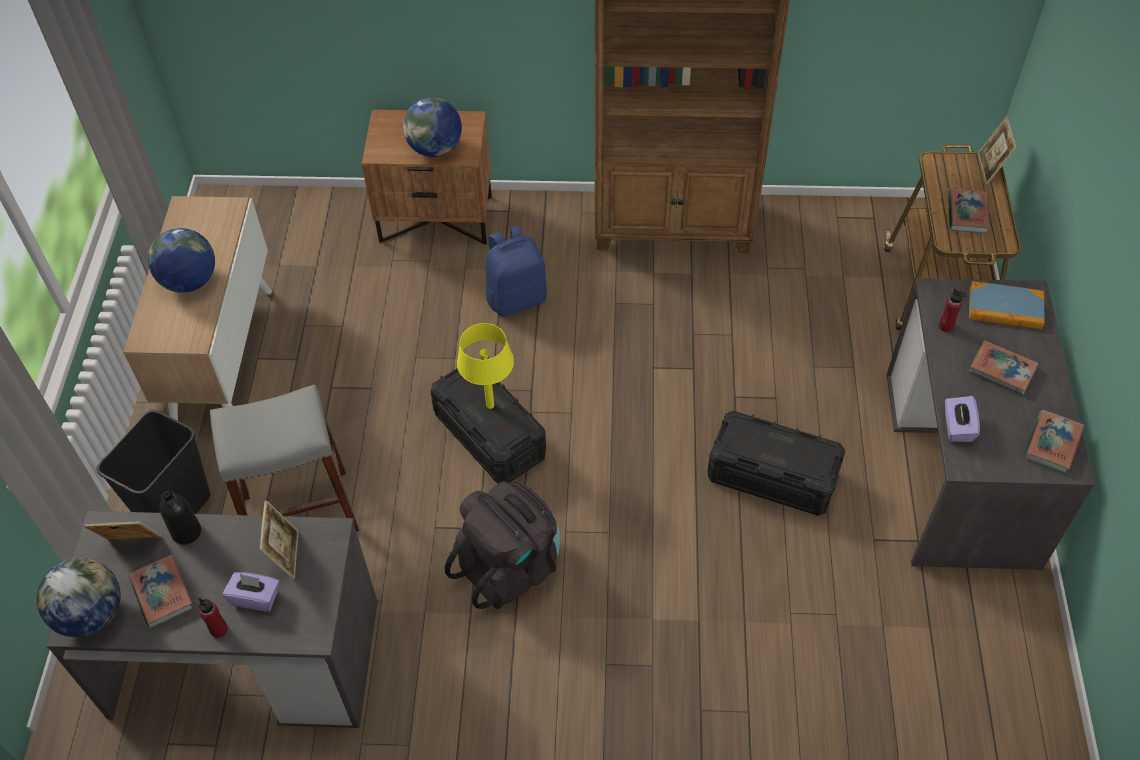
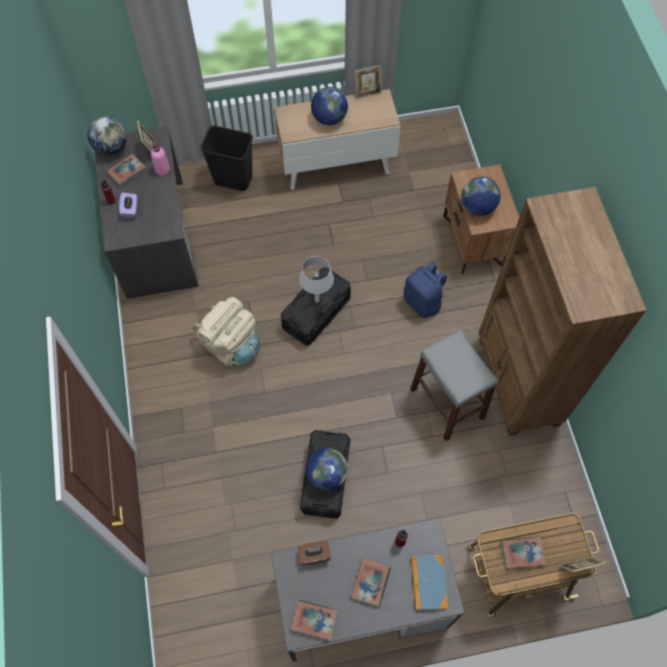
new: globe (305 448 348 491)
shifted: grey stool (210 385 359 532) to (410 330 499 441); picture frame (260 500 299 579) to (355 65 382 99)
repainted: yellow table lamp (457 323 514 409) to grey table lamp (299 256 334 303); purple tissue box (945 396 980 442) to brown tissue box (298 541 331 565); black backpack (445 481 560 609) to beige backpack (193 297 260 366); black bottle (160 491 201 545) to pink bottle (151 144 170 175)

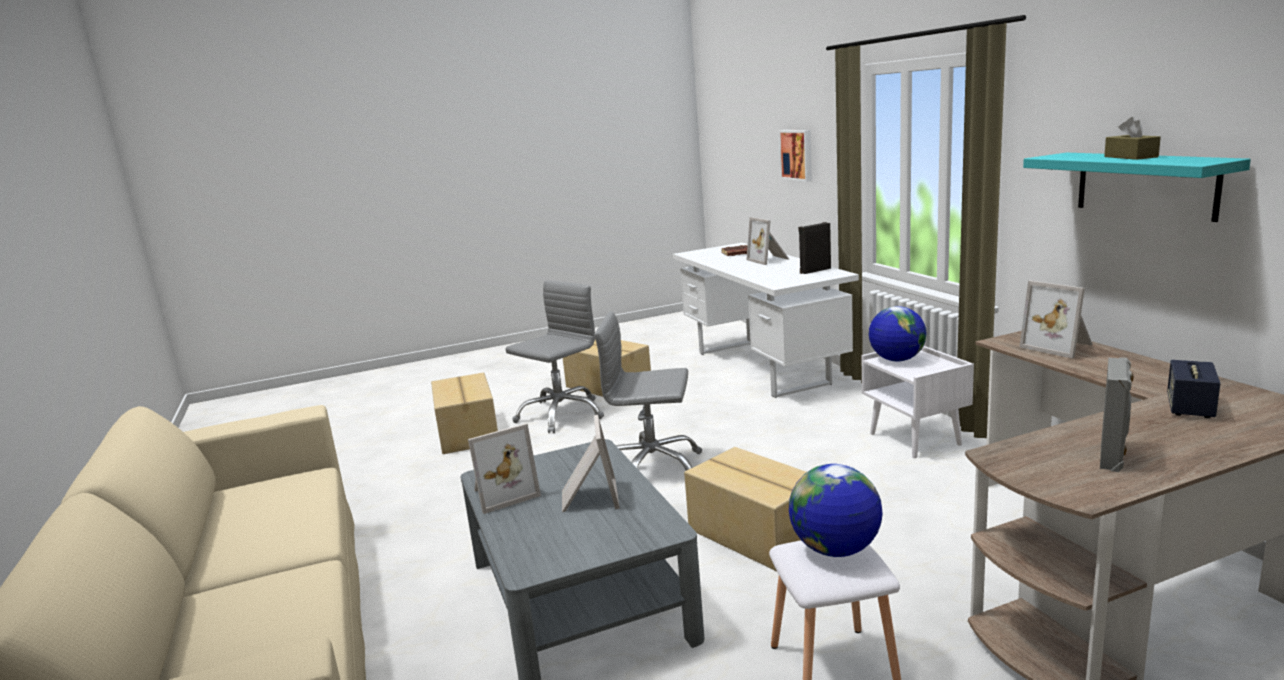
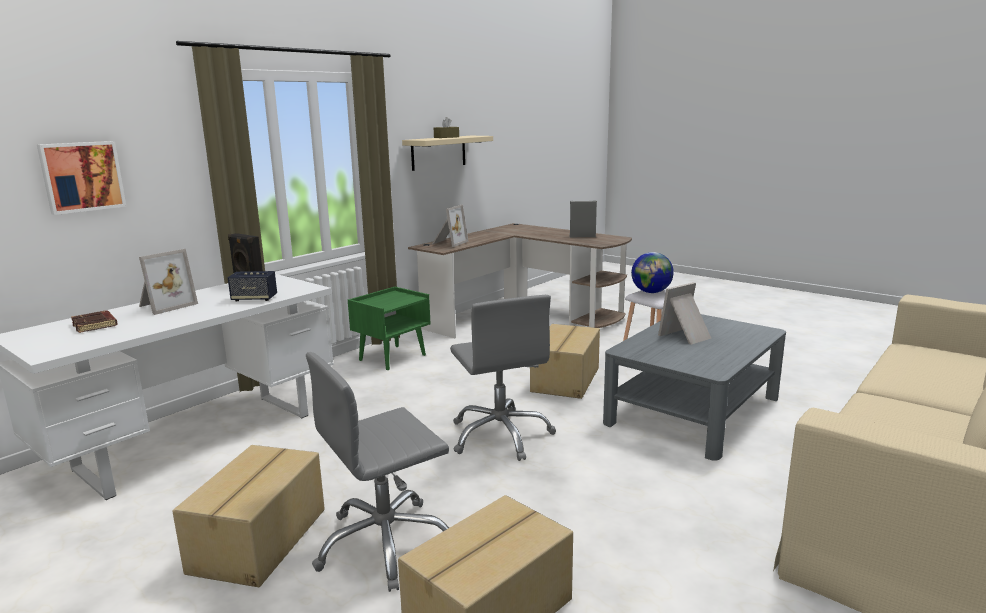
gone: globe (869 306 926 361); picture frame (468 423 541 514)
shifted: speaker (1167 360 1220 418) to (228 271 277 301)
repainted: turquoise shelf (1023 153 1251 222) to beige shelf (402 136 493 171); white nightstand (862 346 974 458) to green nightstand (348 287 430 370)
rotated: grey office chair (506 280 604 433) = (306 352 449 592) 45 degrees counterclockwise

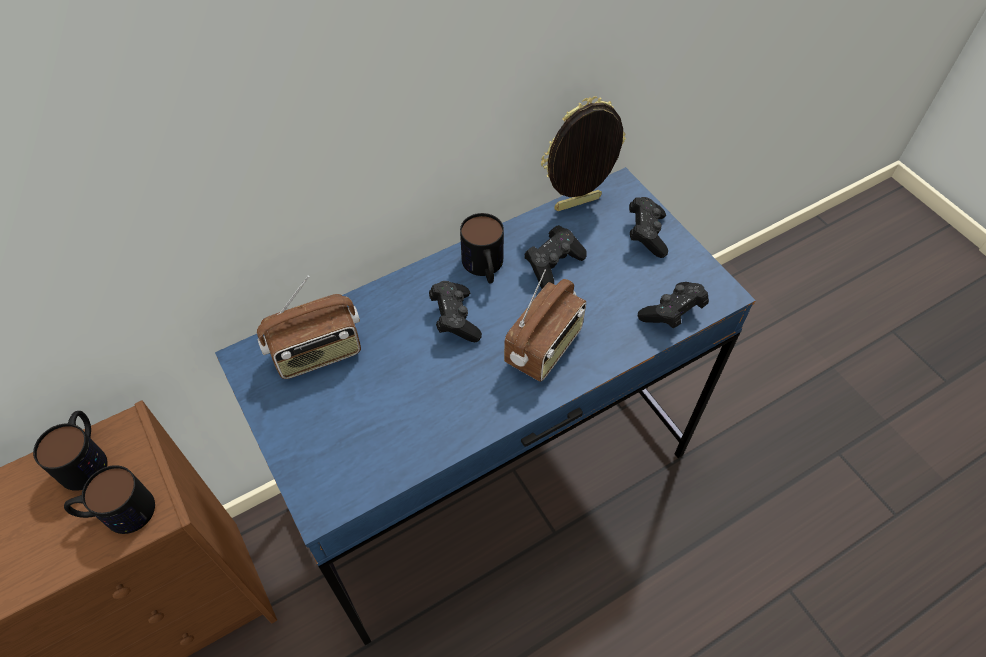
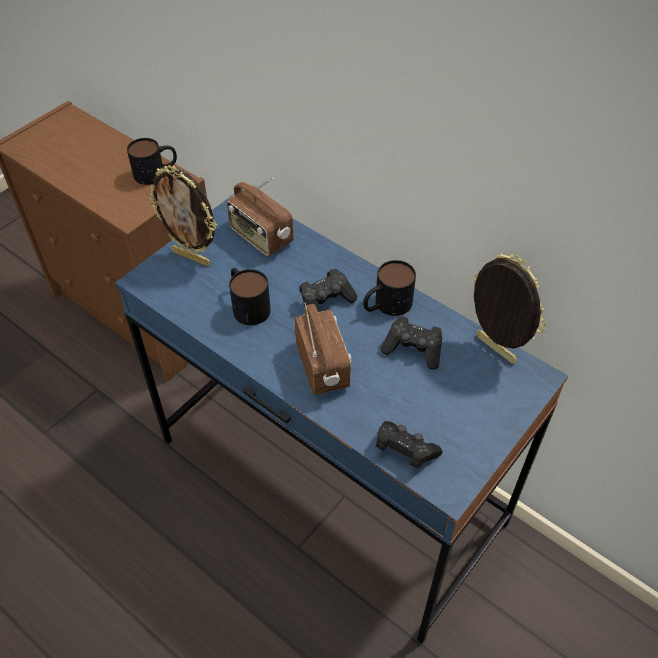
gone: black game controller (629 197 668 258)
new: picture frame (147 165 217 266)
shifted: mug (64 465 155 534) to (229 268 271 325)
rotated: radio (504 269 586 382) = (295 303 352 395) 120 degrees counterclockwise

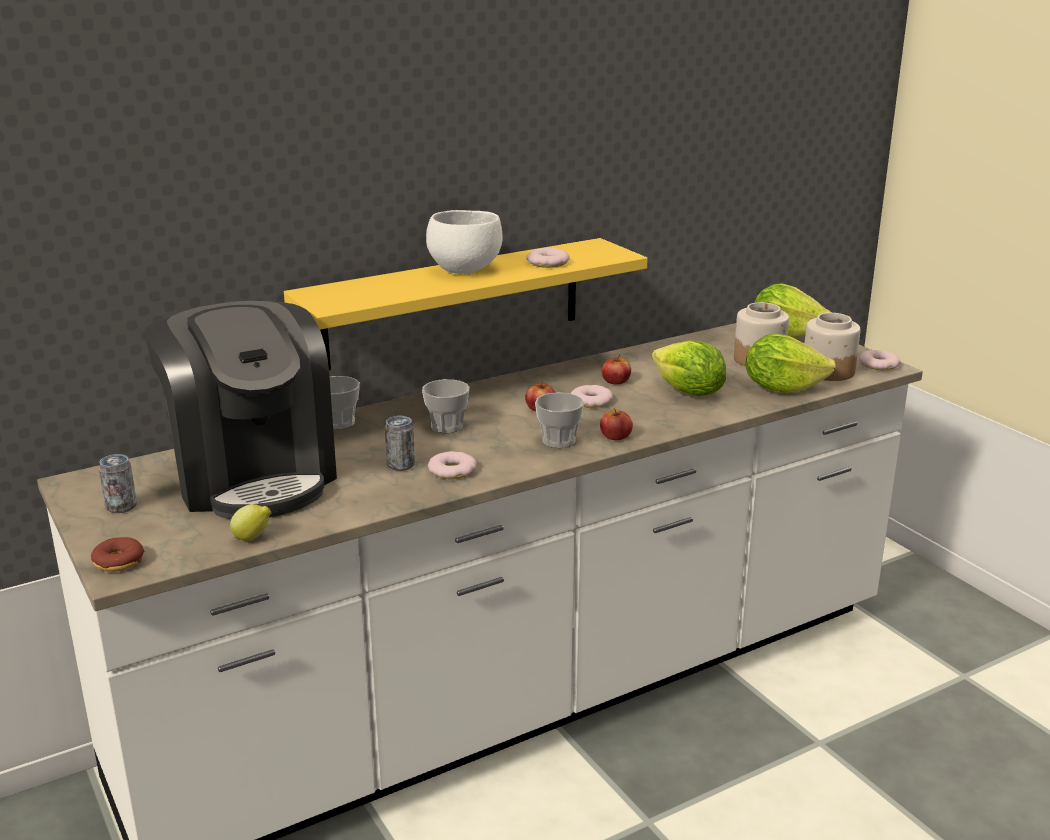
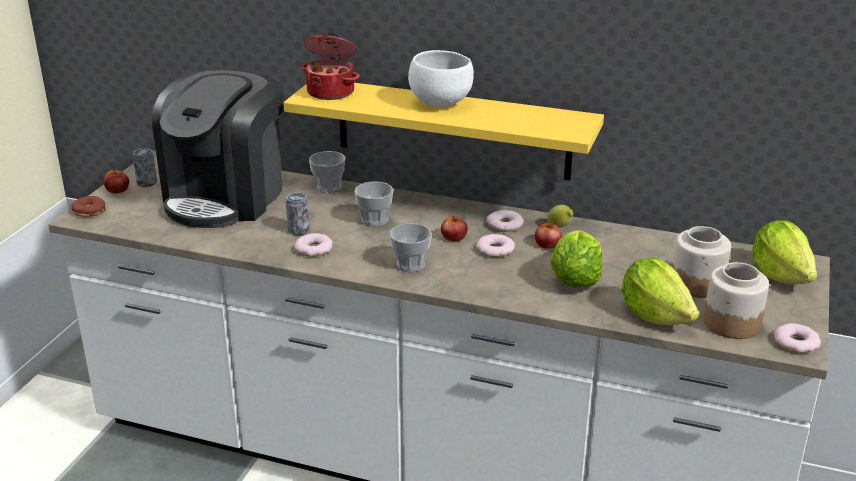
new: cooking pot (301 33 360 100)
shifted: donut (526 248 570 268) to (486 210 524 232); apple (600 408 633 440) to (103 169 129 193); lemon (230 504 271 541) to (548 205 573 228)

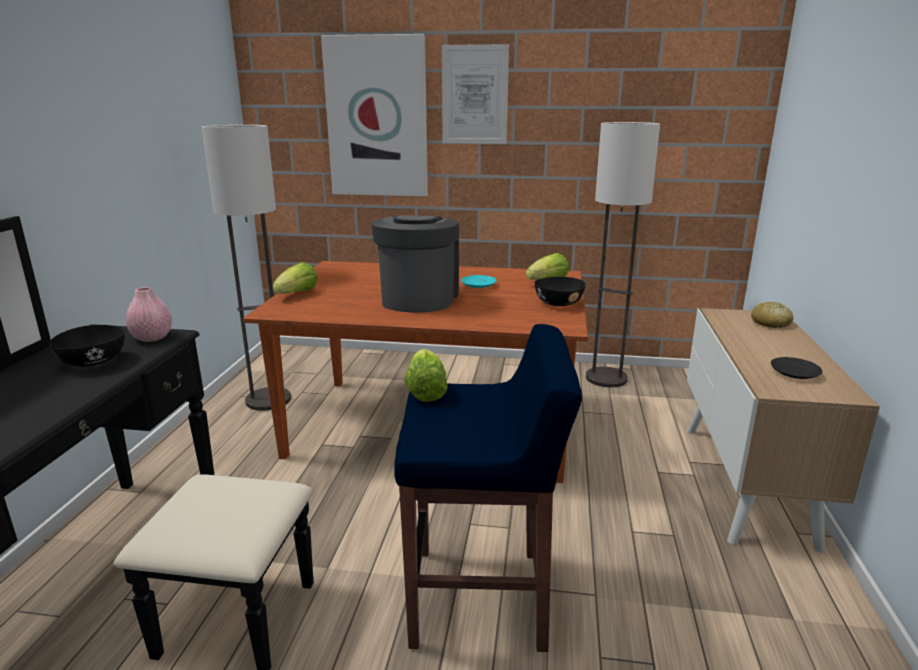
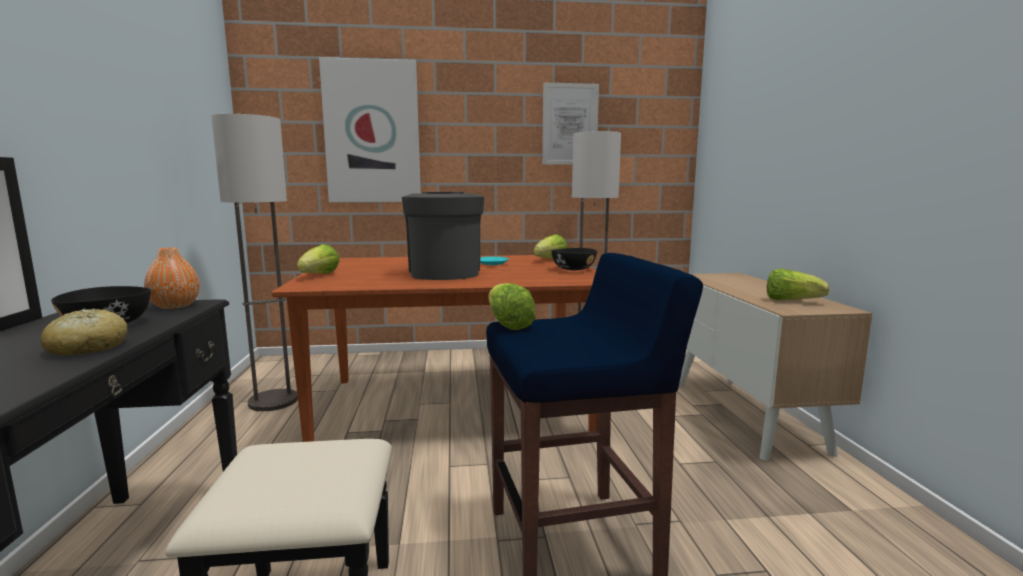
shifted: picture (442 44 509 144) to (542 83 599 165); bread (751 302 794 328) to (40 308 128 356)
swapped: black plate (771 357 823 379) to lettuce (767 268 829 300)
repainted: pink vase (126 287 172 342) to orange vase (144 248 200 309)

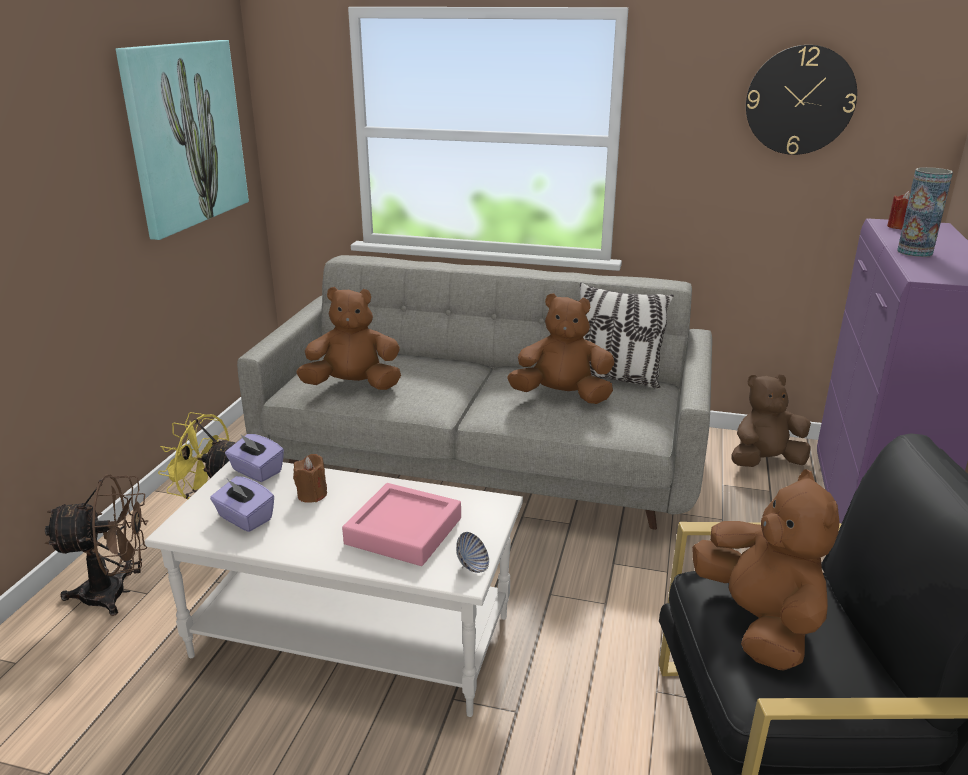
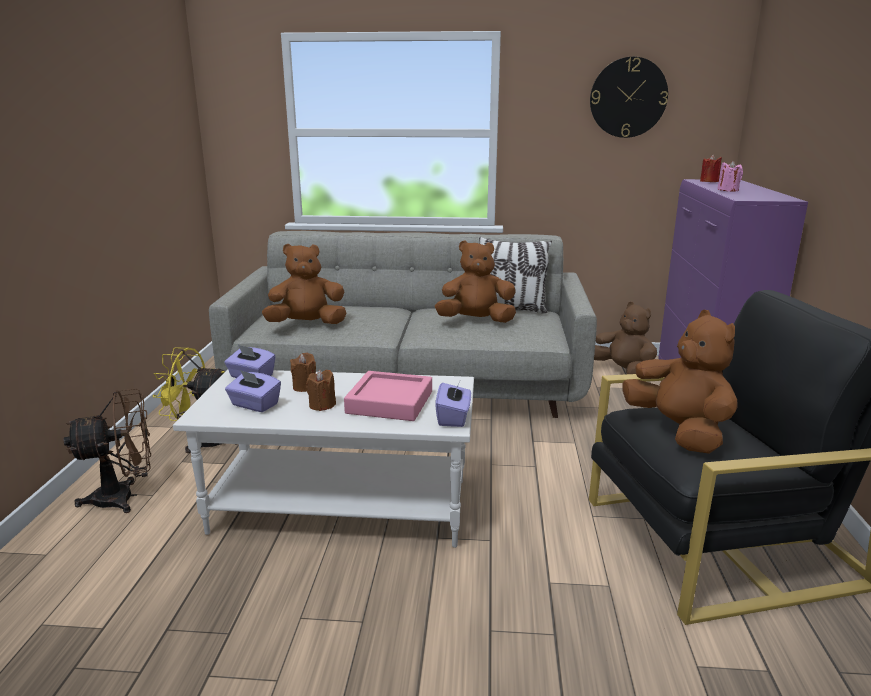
gone: picture (116 40 249 240)
new: brown candle (306 370 336 411)
swapped: vase (897 167 953 257) to pink candle (717 161 743 192); bowl (456 532 489 573) to purple tissue box (435 379 471 427)
rotated: brown plush toy (731 374 811 467) = (594 302 657 374) 75 degrees clockwise

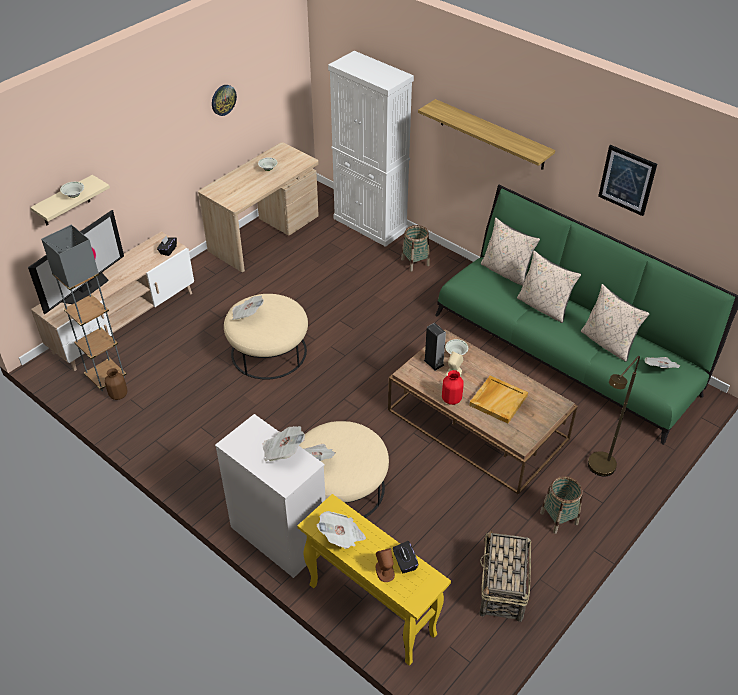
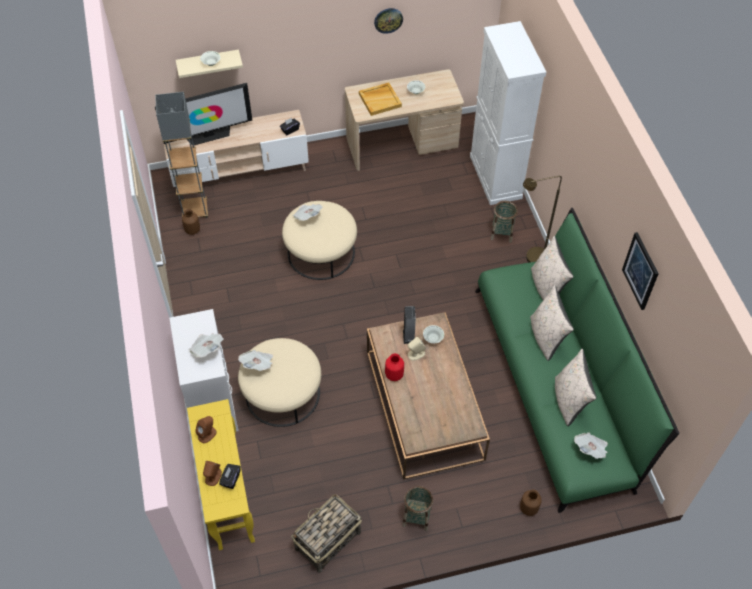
gone: shelf (418 99 555 170)
new: brown vase (520 489 542 516)
shifted: brown floor lamp (588 356 640 476) to (523 176 562 263); beige tray (469 376 528 424) to (359 82 402 116)
swapped: newspaper (317 511 366 549) to brown speaker (195 416 217 443)

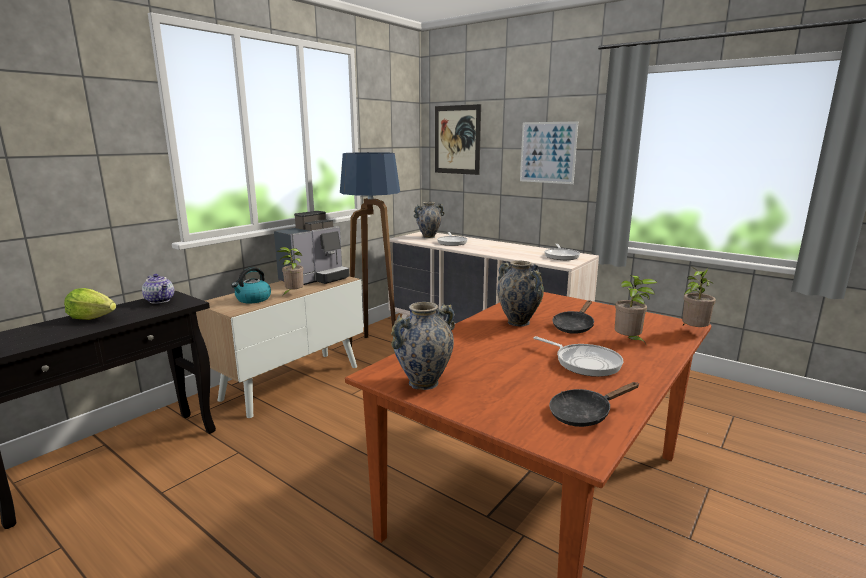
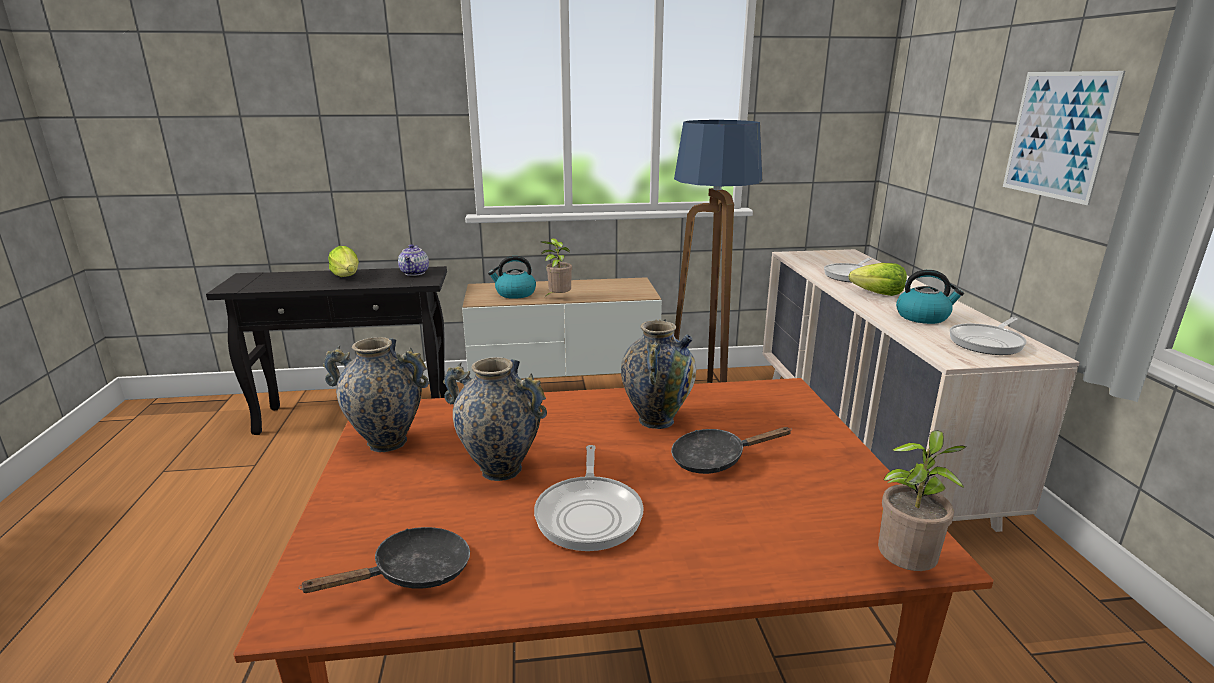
gone: picture (435 104 481 175); coffee machine (274 211 349 285); potted plant (615 275 657 346)
new: lettuce (849 263 907 296); kettle (896 270 964 324)
shifted: vase (414 202 444 238) to (443 357 547 481)
rotated: black frying pan (549 382 639 427) = (299 527 470 593) 120 degrees clockwise

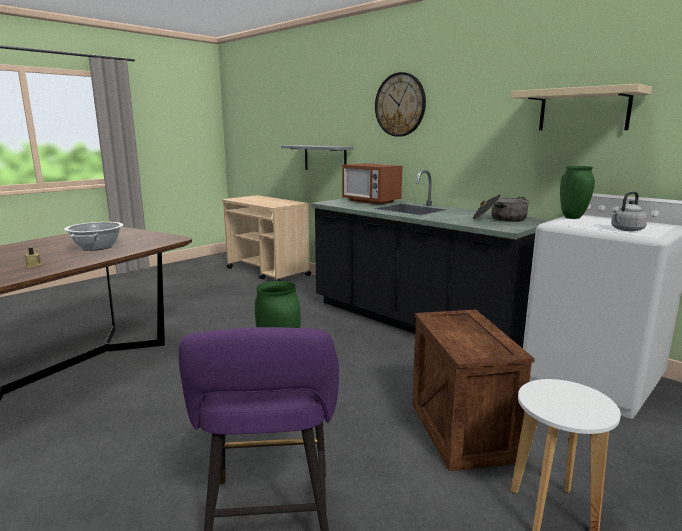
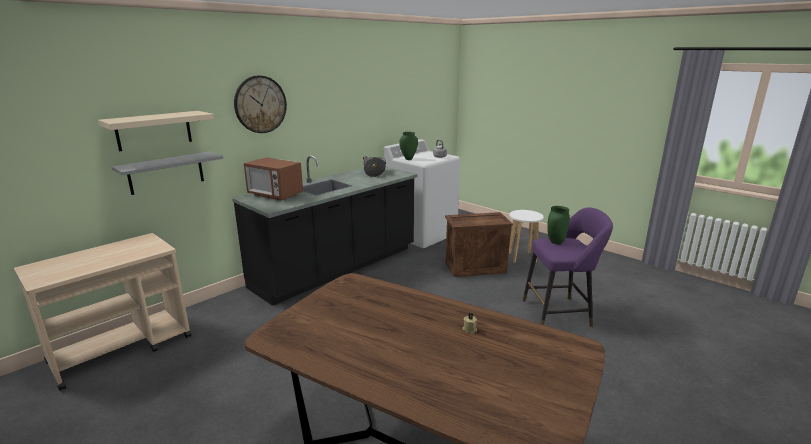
gone: cooking pot (64 222 123 251)
shifted: beige shelf (511 84 652 130) to (98 111 214 151)
rotated: microwave (342 163 402 205) = (244 157 303 201) 75 degrees clockwise

